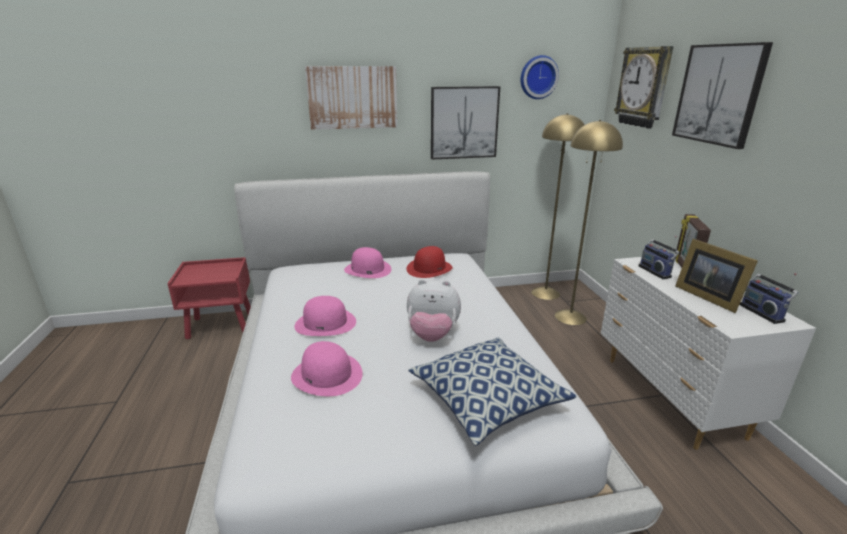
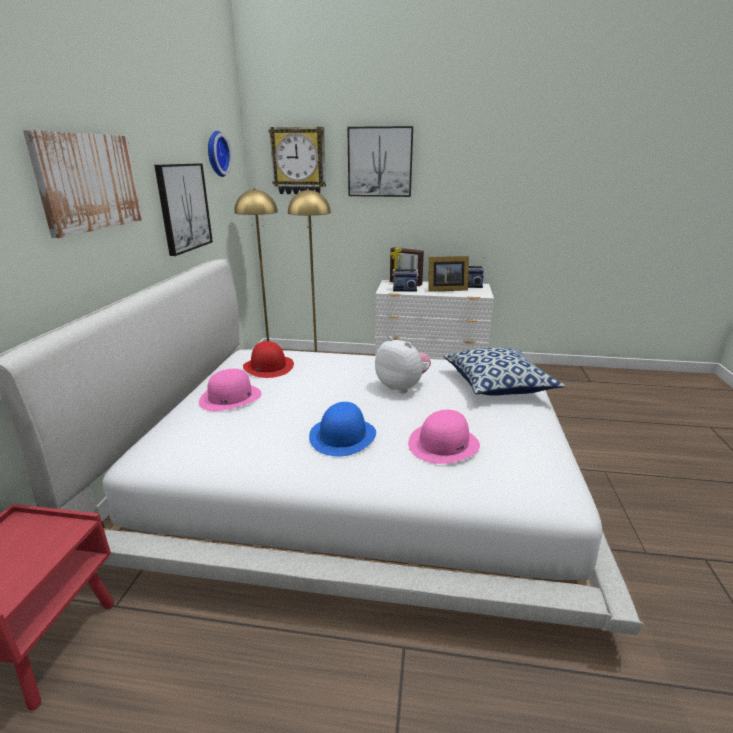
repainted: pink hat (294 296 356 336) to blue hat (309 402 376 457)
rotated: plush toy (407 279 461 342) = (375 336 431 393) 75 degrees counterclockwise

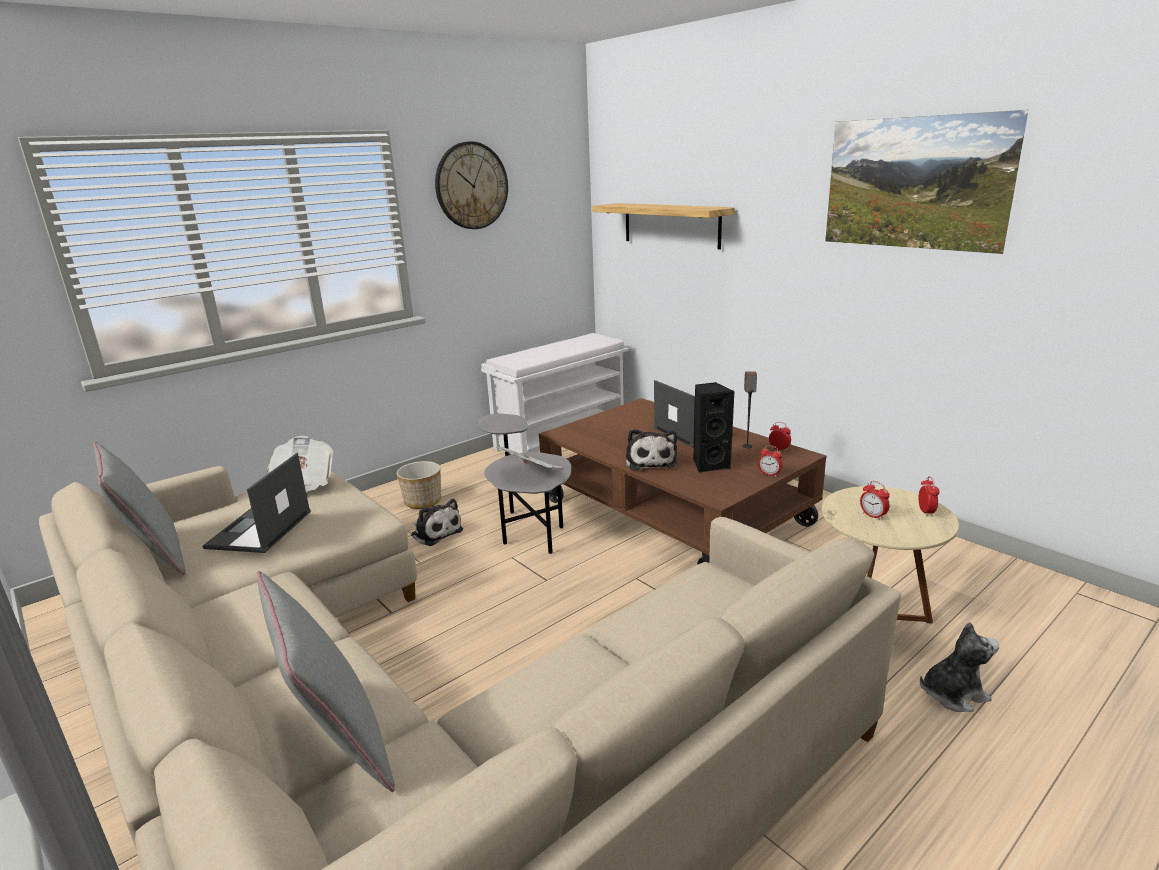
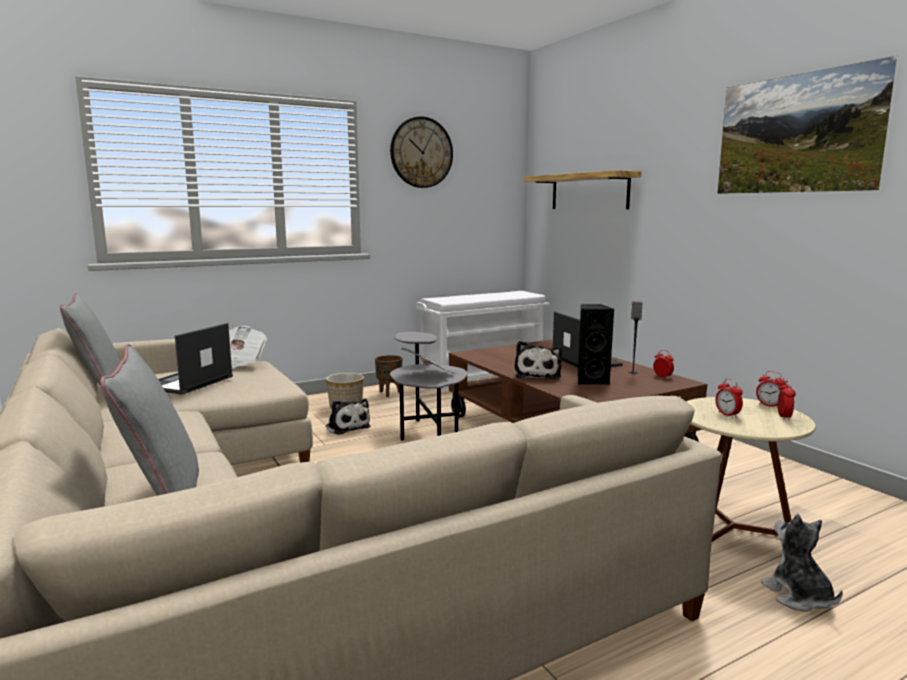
new: brown planter (375 355 402 397)
shifted: alarm clock (758 445 782 477) to (756 371 786 408)
rotated: plush toy (920 622 999 712) = (761 514 843 612) 105 degrees counterclockwise

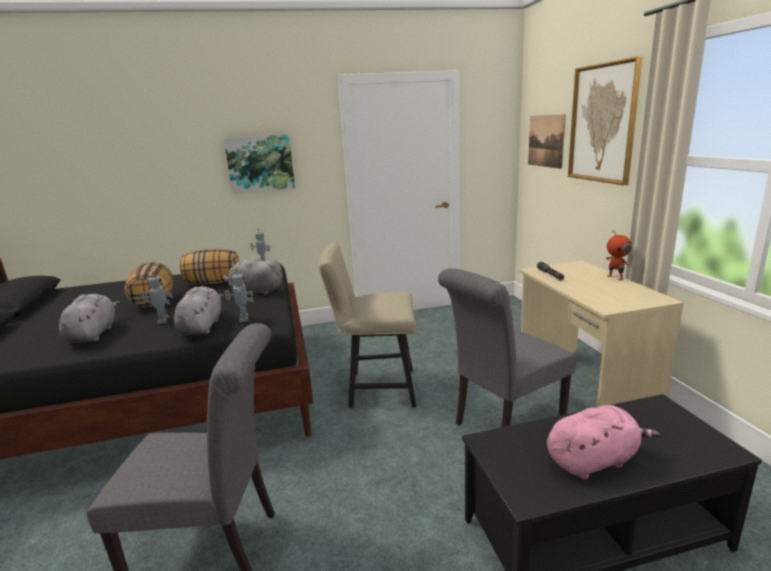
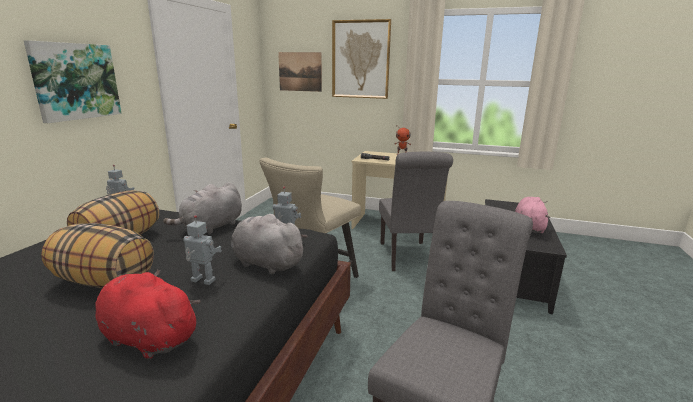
repainted: grey plush toy (59 294 121 343) to red plush toy (95 269 201 360)

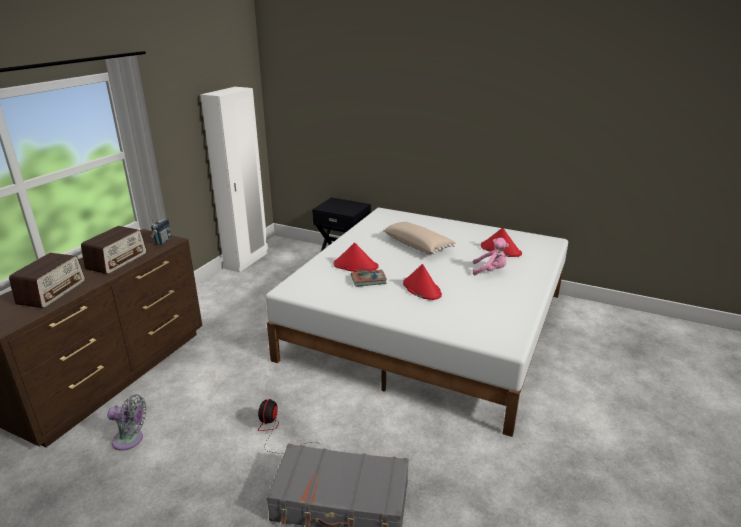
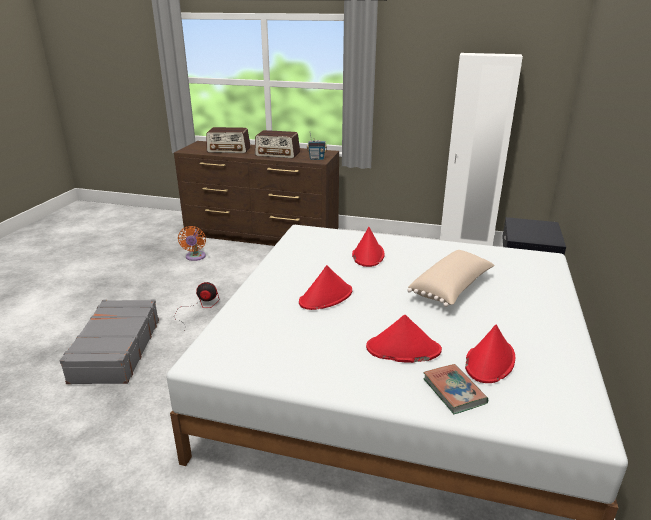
shifted: book (351 270 387 287) to (423 364 488 414)
swapped: pink plush toy (473 238 509 275) to red hat (366 315 442 363)
repainted: grey fan (107 394 146 451) to orange fan (178 226 206 261)

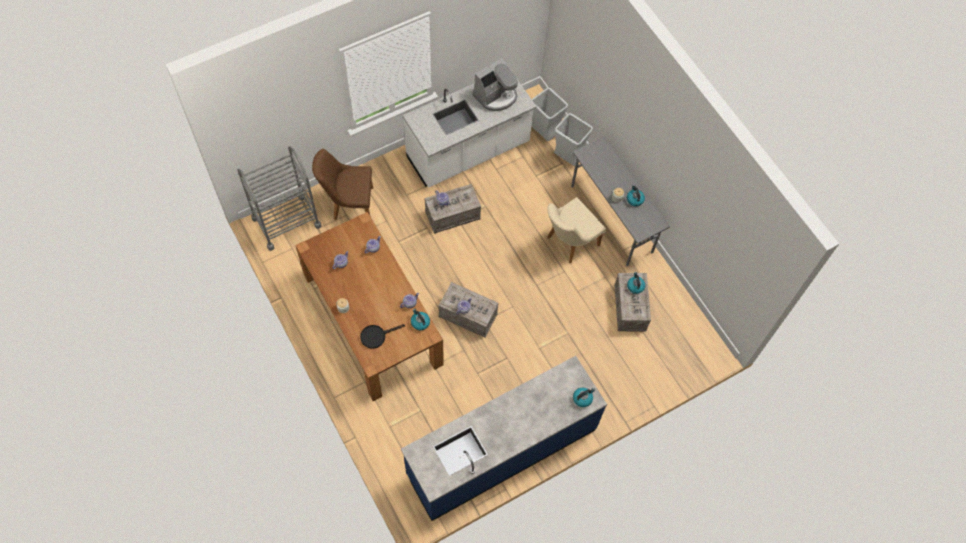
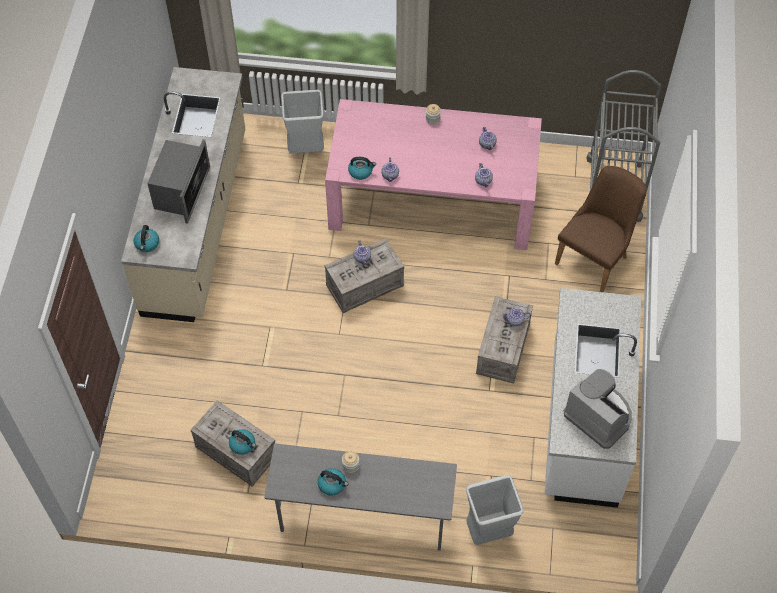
gone: beige chair (547 197 606 263); black frying pan (360 324 405 349)
new: microwave (147 139 210 224)
shifted: grey trash can (532 88 568 141) to (281 90 324 154)
repainted: brown dining table (296 212 444 401) to pink dining table (325 99 542 250); blue counter (401 356 607 521) to beige counter (121 67 245 322)
rotated: coffee machine (473 58 518 111) = (564 369 632 449) 135 degrees clockwise

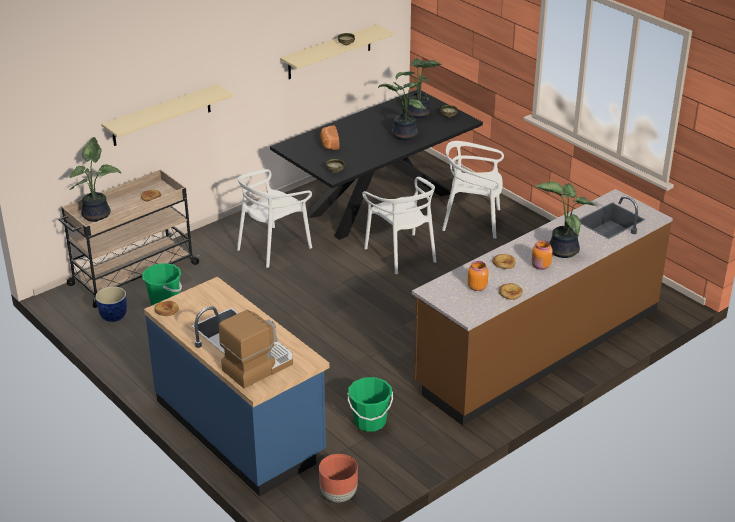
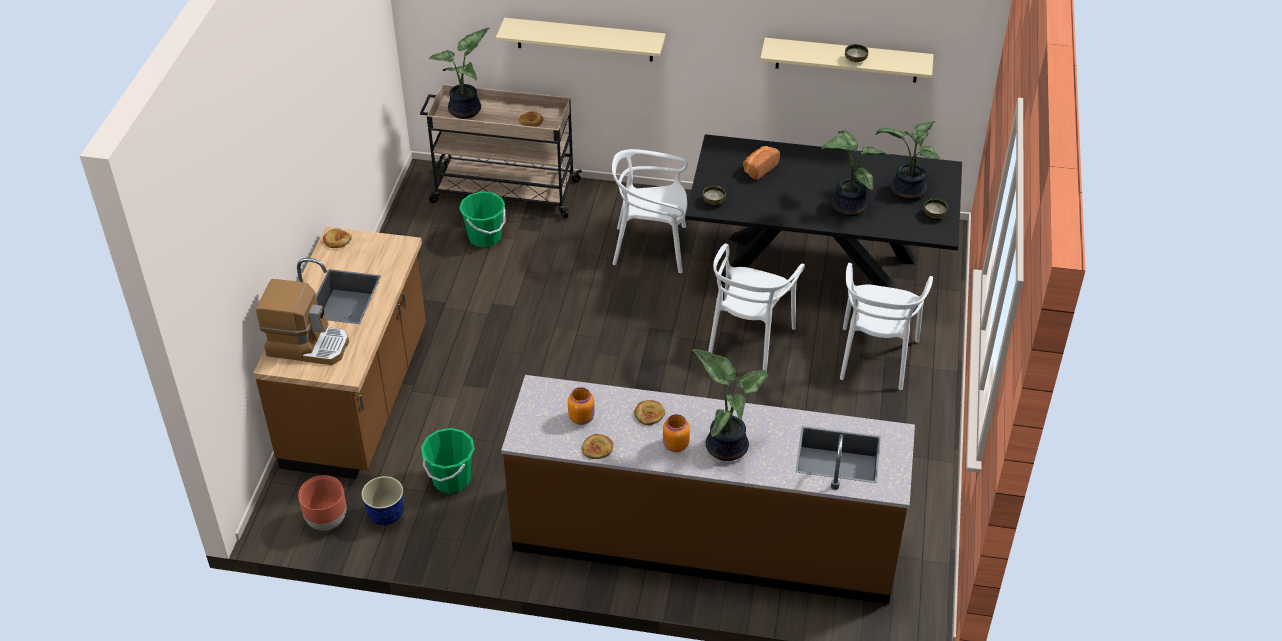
shifted: planter (95 286 127 322) to (361 476 404 525)
repainted: blue counter (144 277 329 496) to brown counter (253 227 426 479)
rotated: white chair (442 141 504 239) = (840 263 933 390) 135 degrees counterclockwise

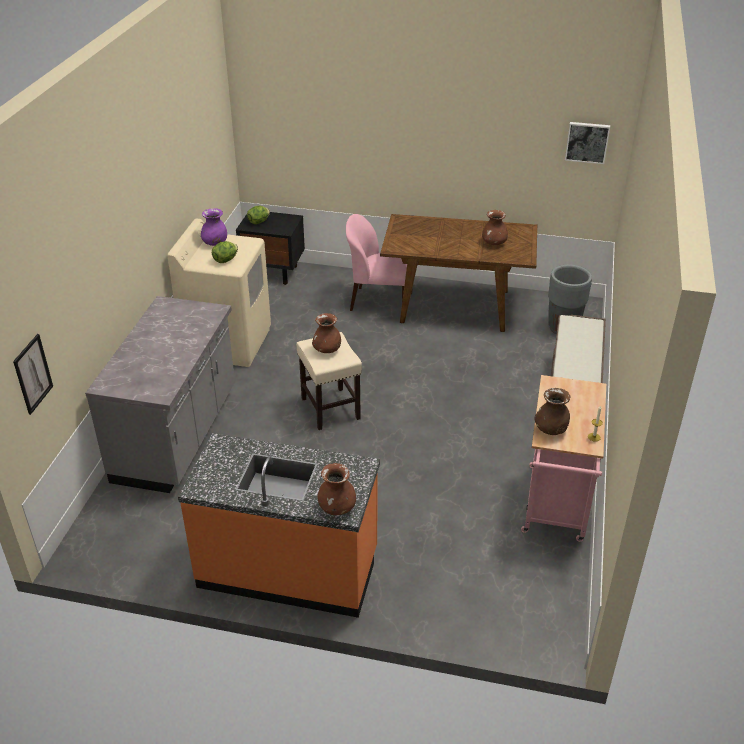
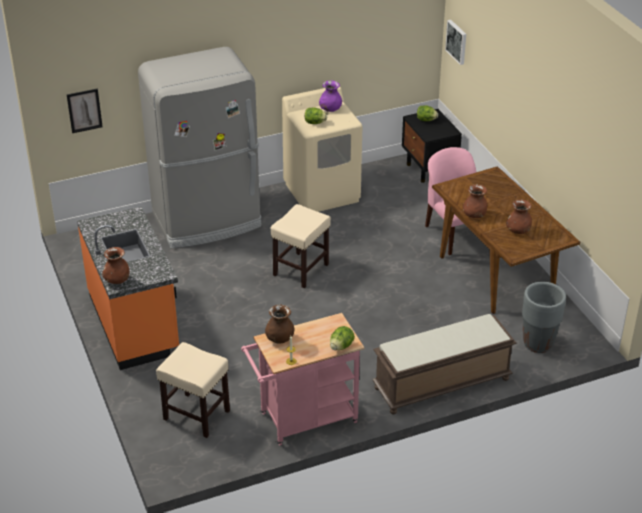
new: lettuce (330 326 355 350); beige stool (156 342 230 438)
shifted: picture (565 122 610 164) to (445 20 466 65); brown vase (312 313 341 353) to (463 185 487 218)
swapped: grey counter (85 296 235 493) to grey fridge (138 47 261 248)

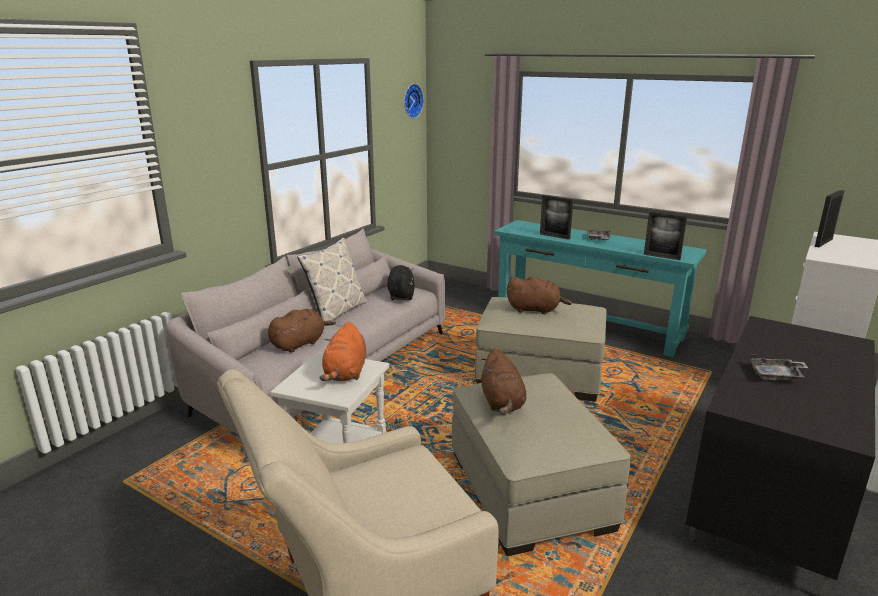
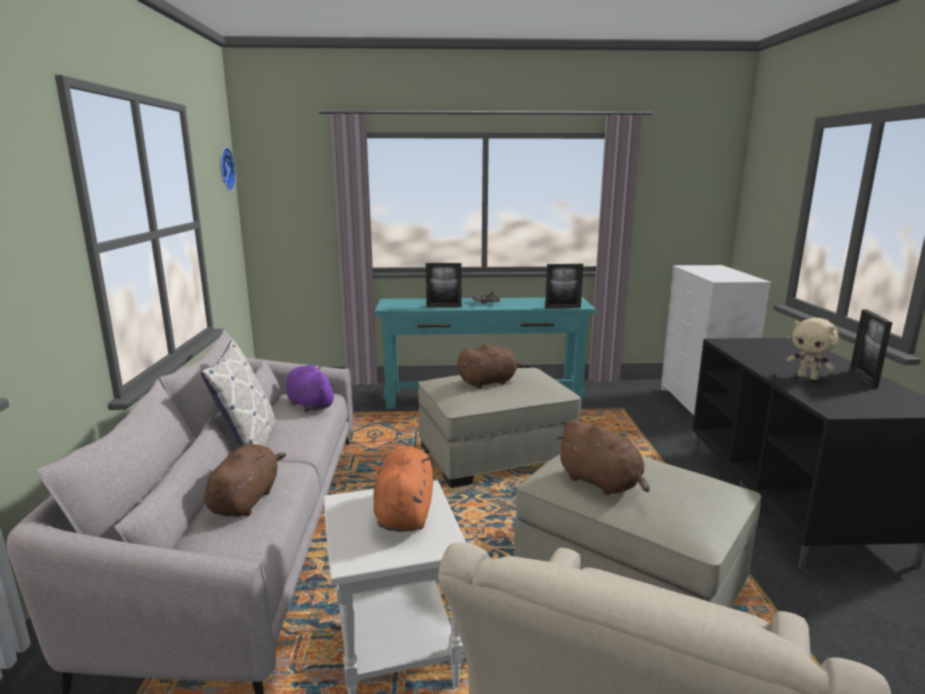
shifted: picture frame (815 190 844 247) to (850 309 893 389)
swapped: grey tray (749 354 808 382) to beige plush toy (786 318 838 380)
repainted: black plush toy (388 265 415 300) to purple plush toy (286 364 336 412)
rotated: orange plush toy (320 322 366 381) = (373 446 433 532) 150 degrees counterclockwise

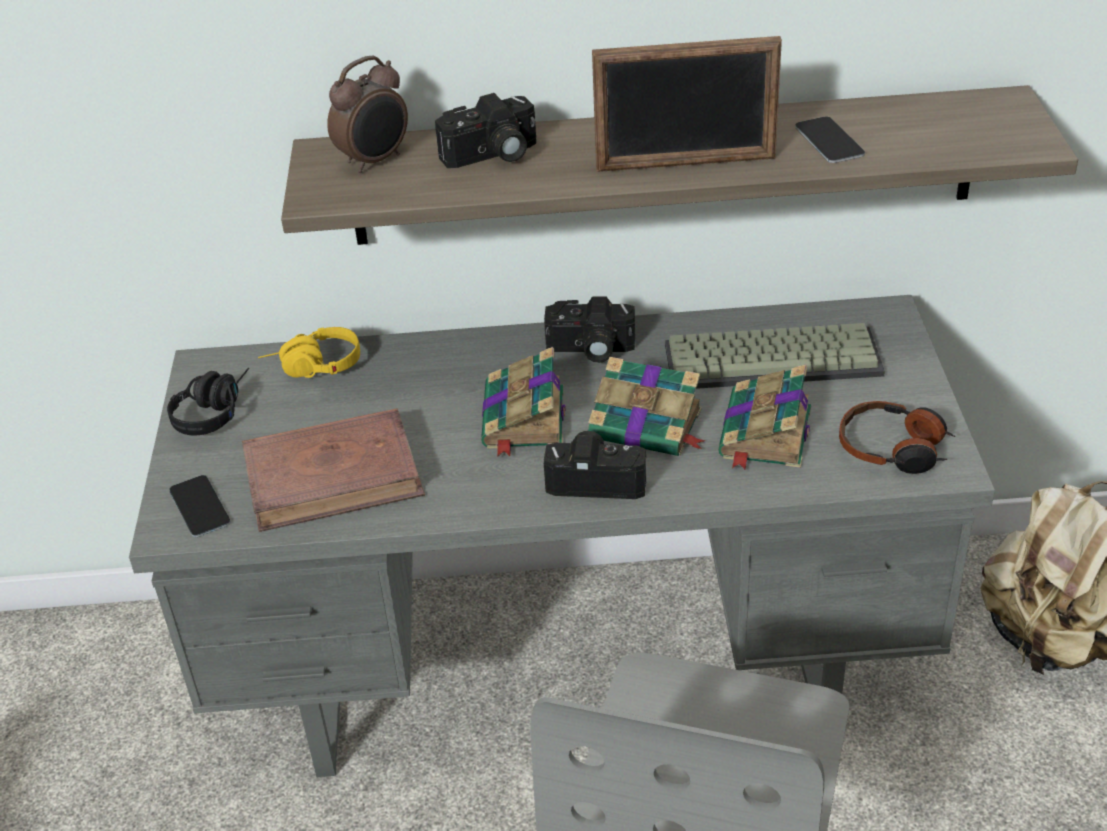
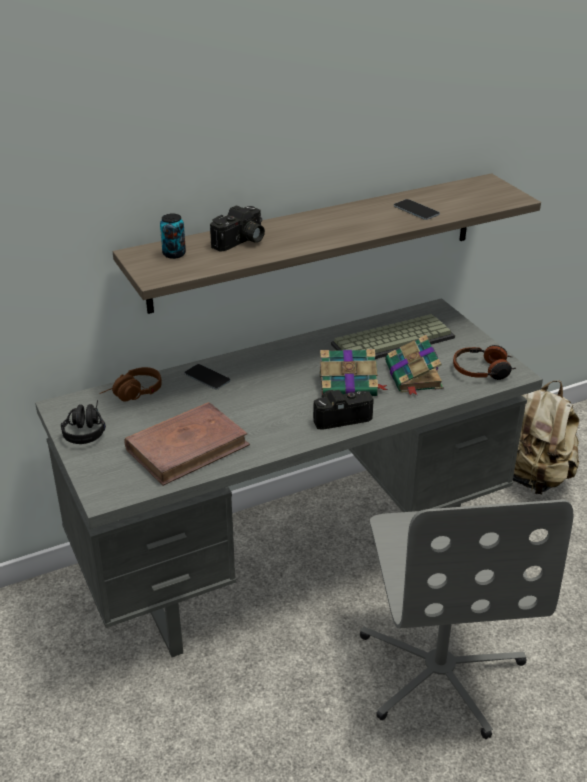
gone: picture frame (592 36 782 172); photo camera (544 296 635 363); book (481 347 566 457)
shifted: phone (169 475 231 537) to (185 364 230 390)
swapped: alarm clock (327 56 408 173) to can (160 213 186 259)
repainted: yellow headphones (258 327 360 378) to brown headphones (99 367 162 402)

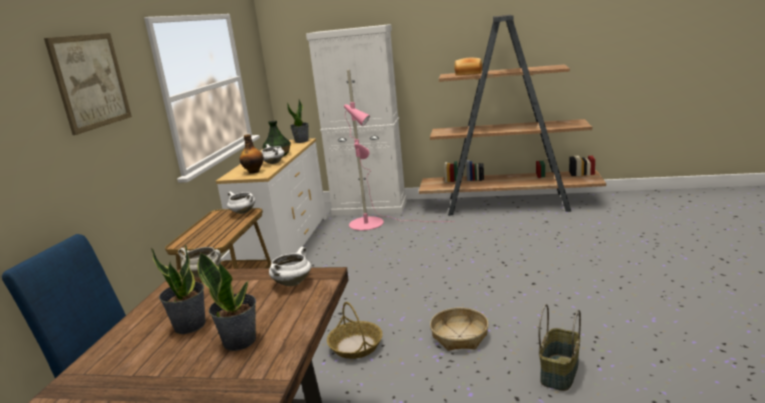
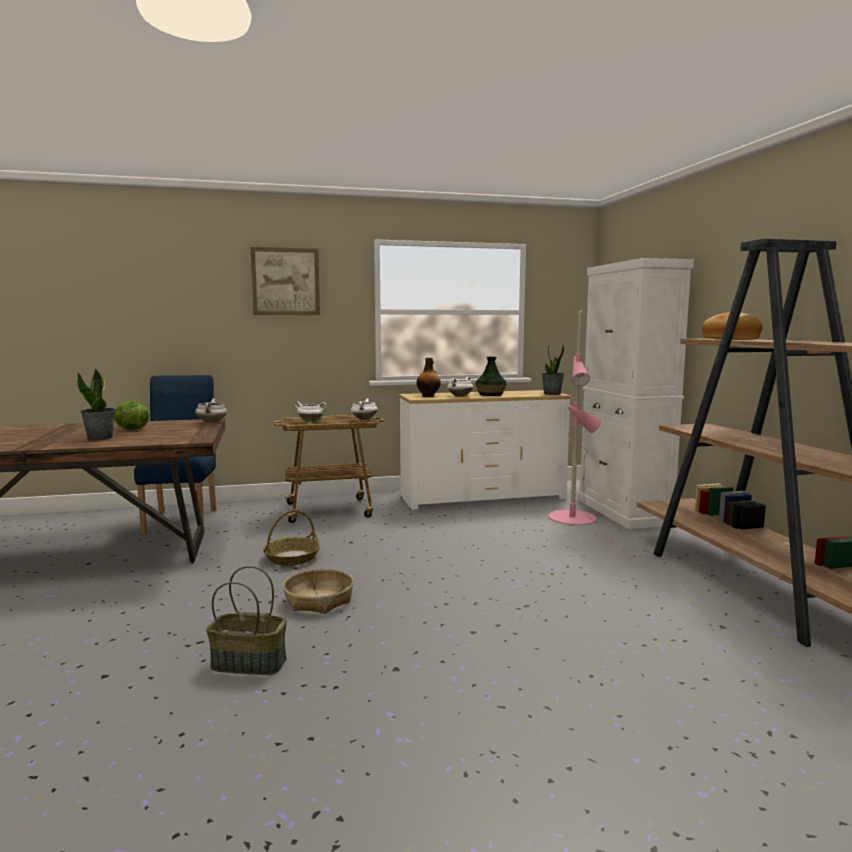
shifted: white cooking pot (269 247 311 286) to (294 401 327 422)
swapped: potted plant (151 245 206 334) to lettuce (114 401 149 430)

